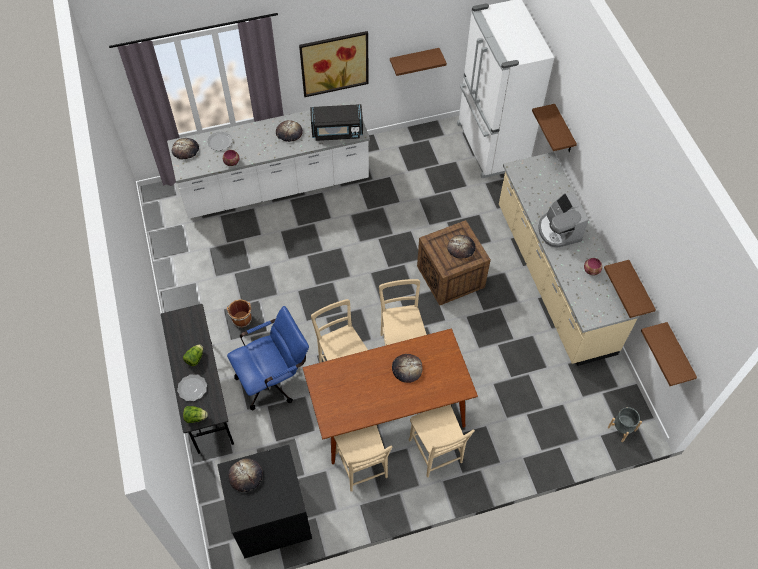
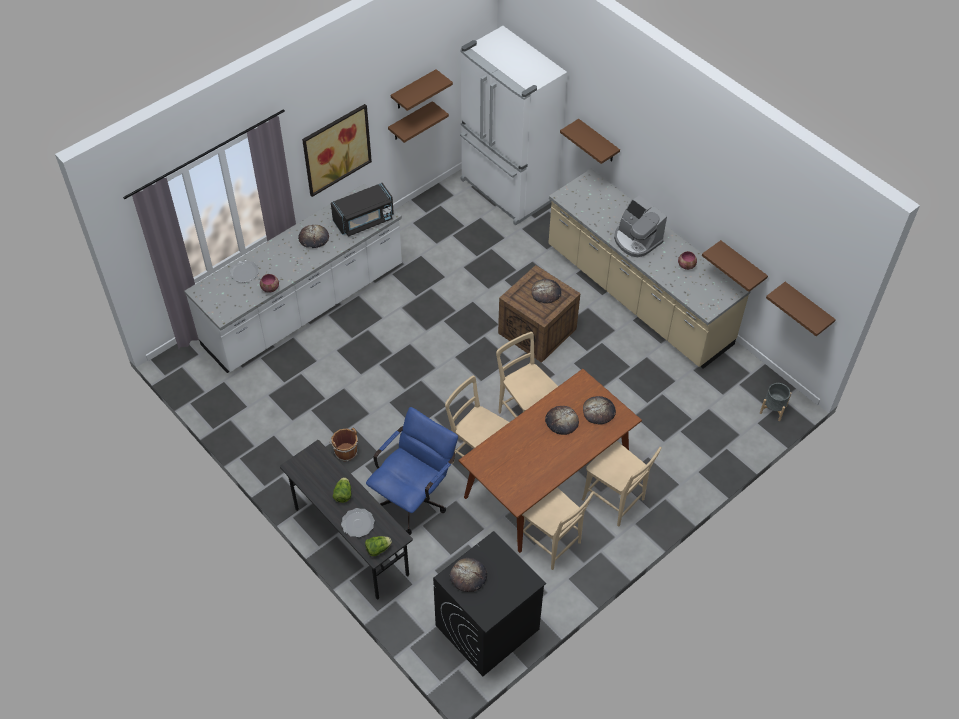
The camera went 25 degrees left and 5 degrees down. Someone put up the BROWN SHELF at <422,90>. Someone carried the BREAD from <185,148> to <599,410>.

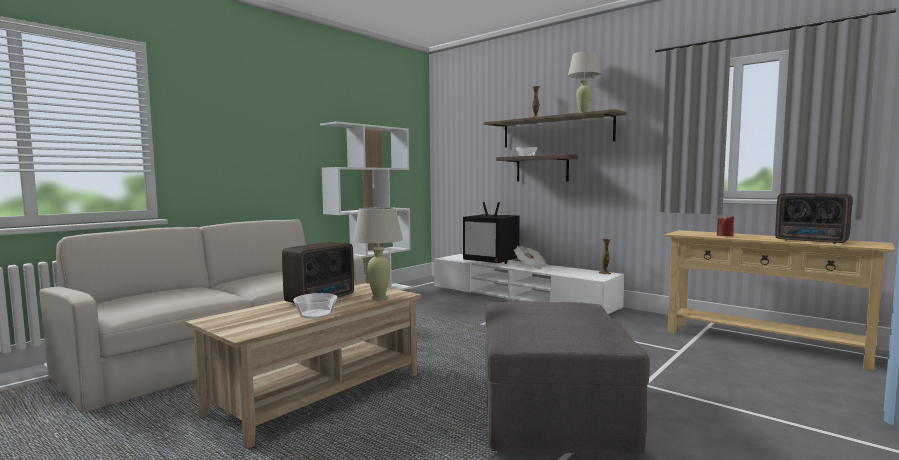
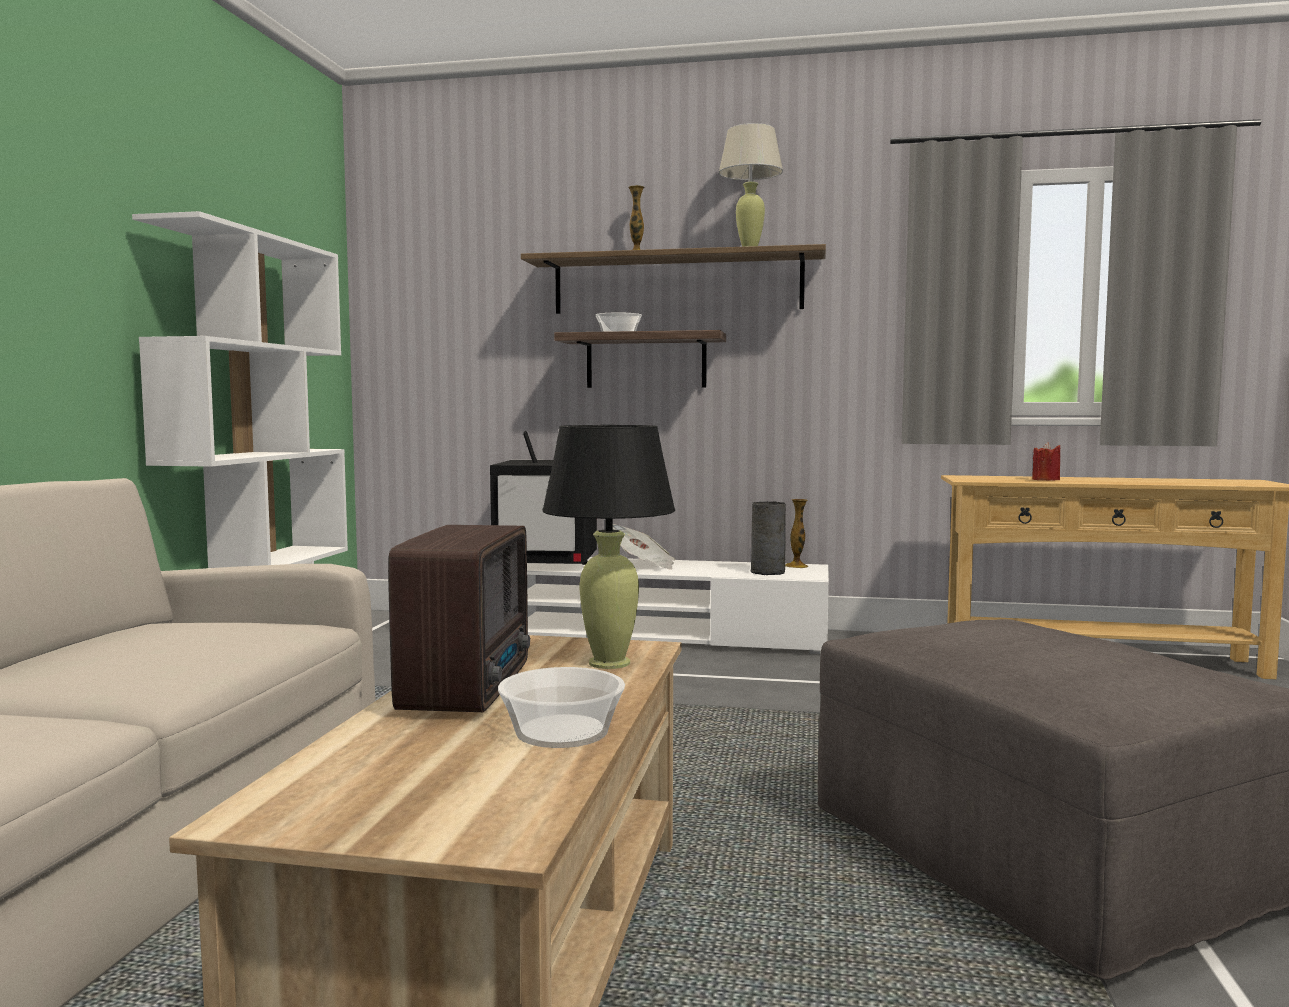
The camera went 30 degrees left and 0 degrees up. Someone repainted the BEIGE TABLE LAMP at <378,253>, which became the BLACK TABLE LAMP at <608,547>. Someone put down the GREY VASE at <768,538>. Someone took away the RADIO at <813,218>.

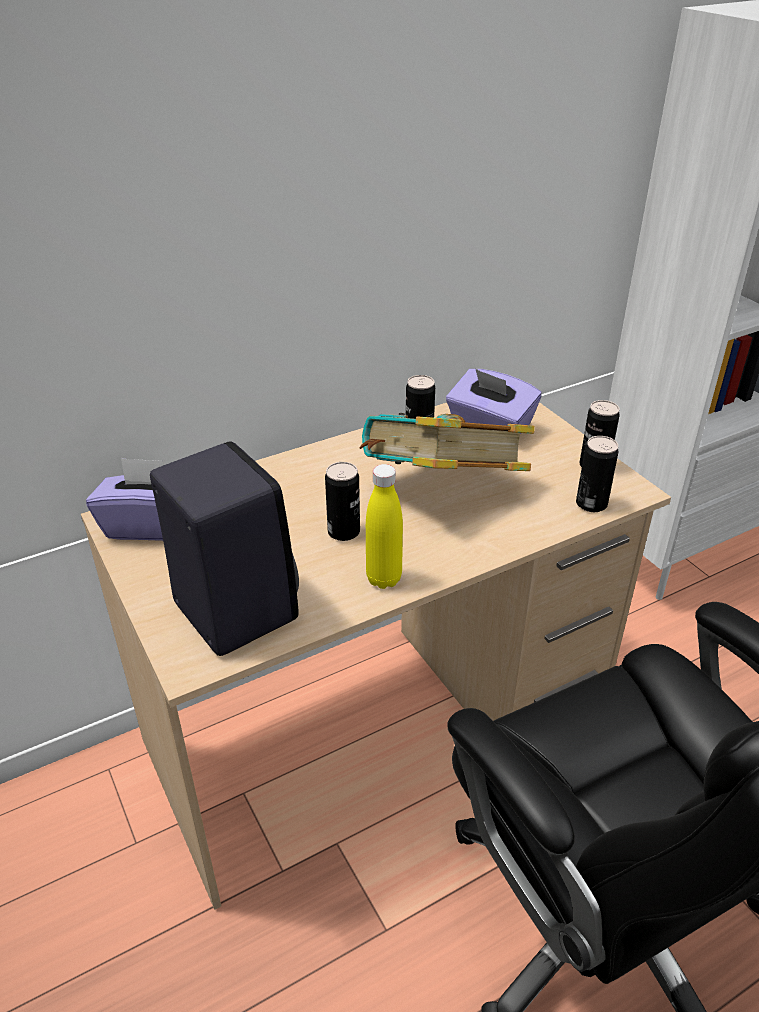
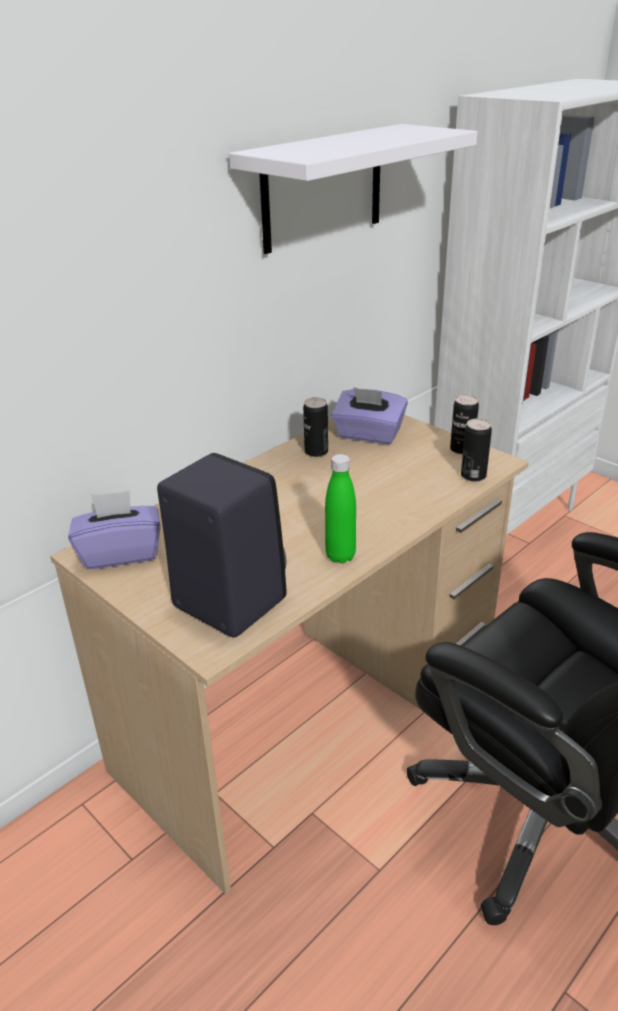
The camera went 15 degrees left and 5 degrees down. Someone put up the WHITE SHELF at <353,189>. Someone repainted the YELLOW BOTTLE at <384,526>, which became the GREEN BOTTLE at <340,508>. Someone took away the CAN at <342,501>. Someone took away the BOOK at <447,442>.

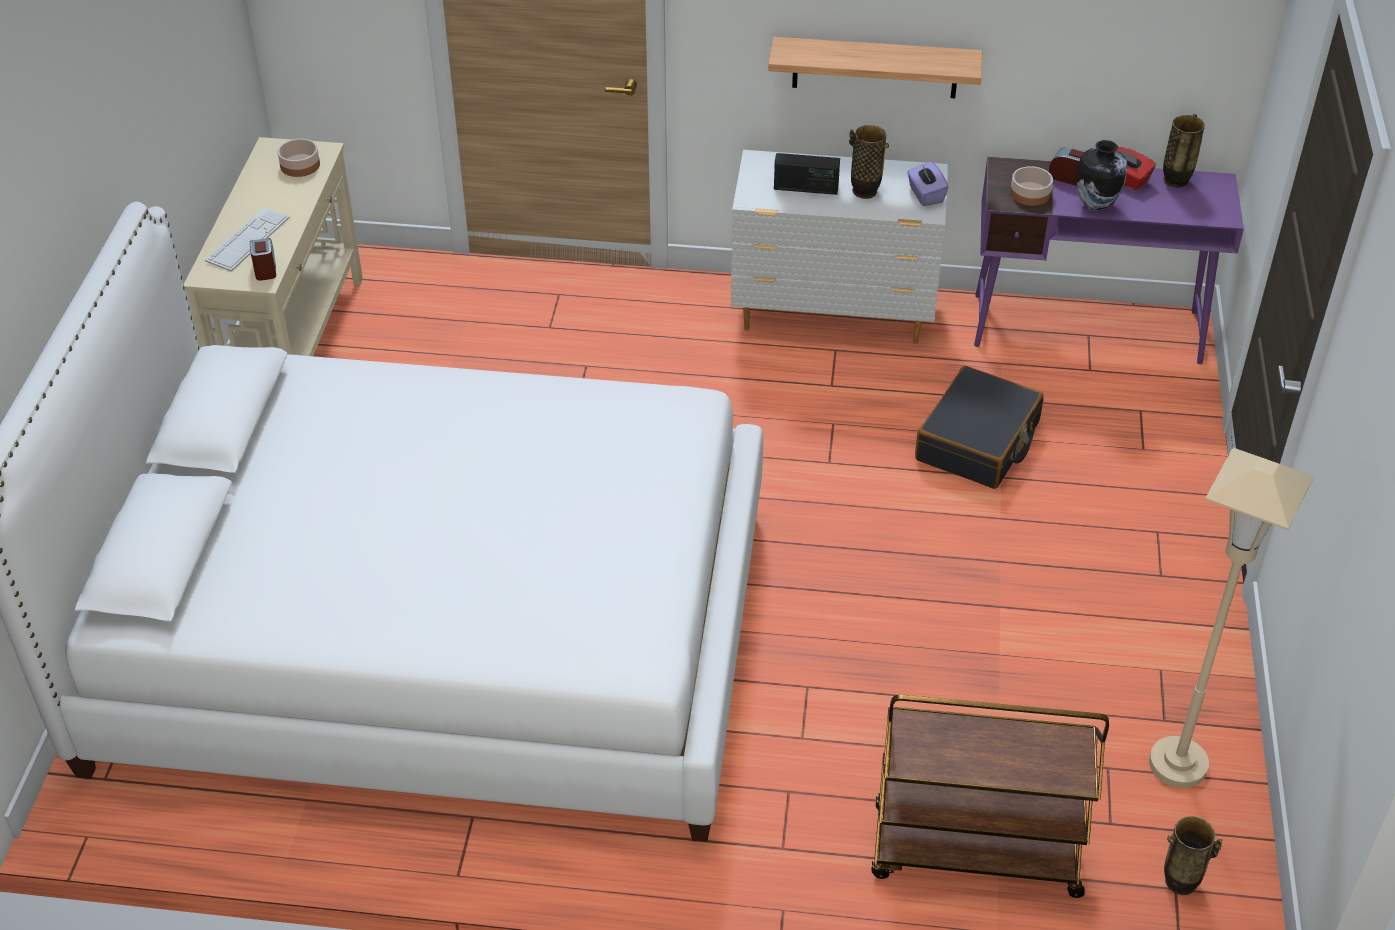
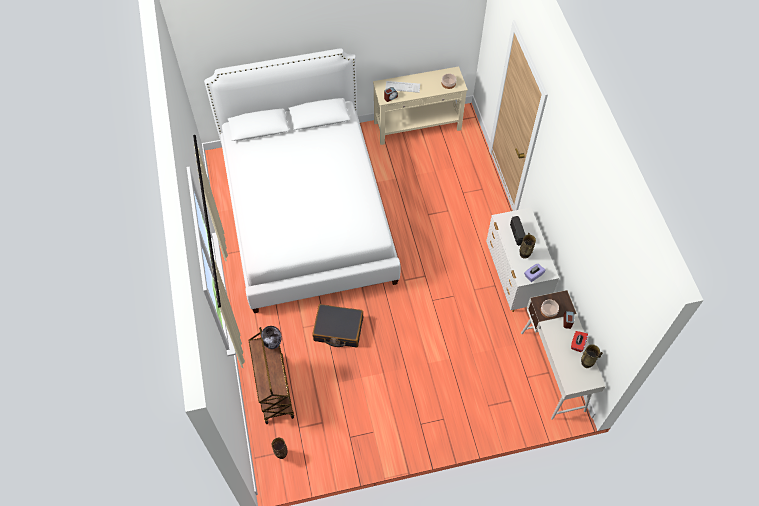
The camera went 70 degrees right and 15 degrees up. Someone carried the VASE from <1102,175> to <271,337>. Someone carried the BLACK SUITCASE from <979,427> to <337,326>. Someone repainted the PURPLE DESK at <1109,260>, which became the WHITE DESK at <563,355>. Someone took away the SHELF at <875,67>. Someone took away the BEIGE FLOOR LAMP at <1231,618>.

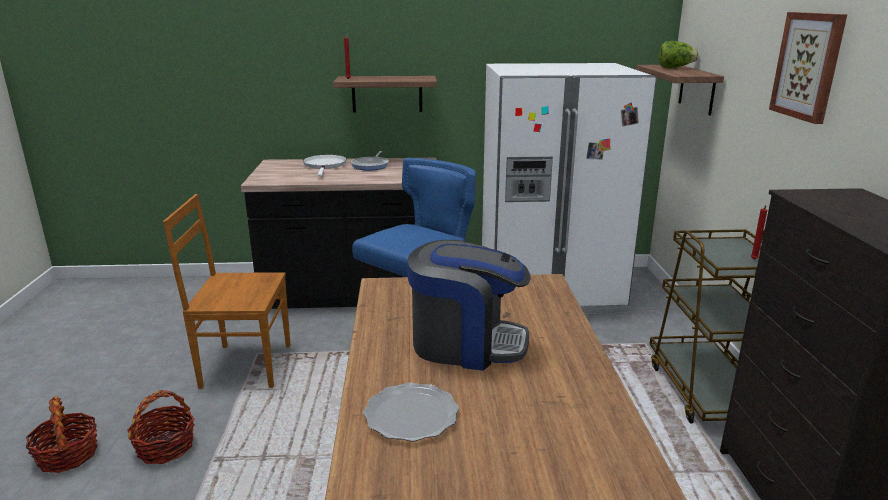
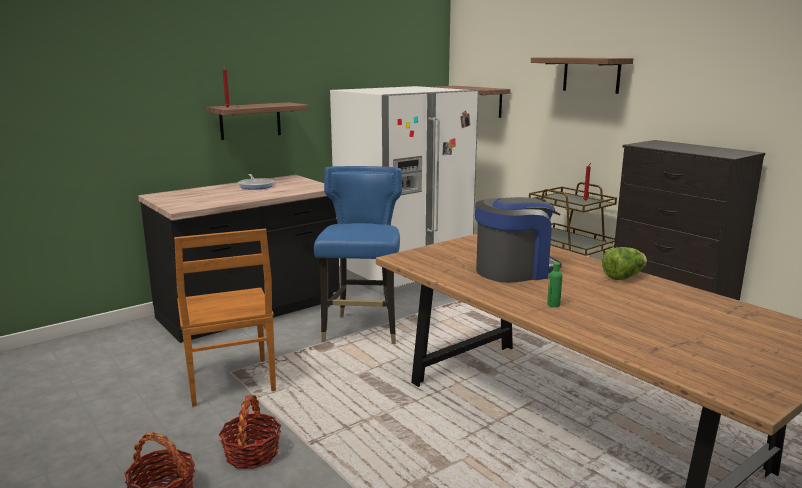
The camera went 35 degrees left and 5 degrees down. Someone rotated the BROWN CHAIR at <227,291> by 75 degrees counterclockwise. Someone swapped the PICTURE at <808,68> for the SHELF at <582,75>. Someone swapped the PLATE at <411,412> for the GREEN BOTTLE at <554,284>. Someone carried the LETTUCE from <678,54> to <624,263>. Someone took away the WHITE FRYING PAN at <325,165>.

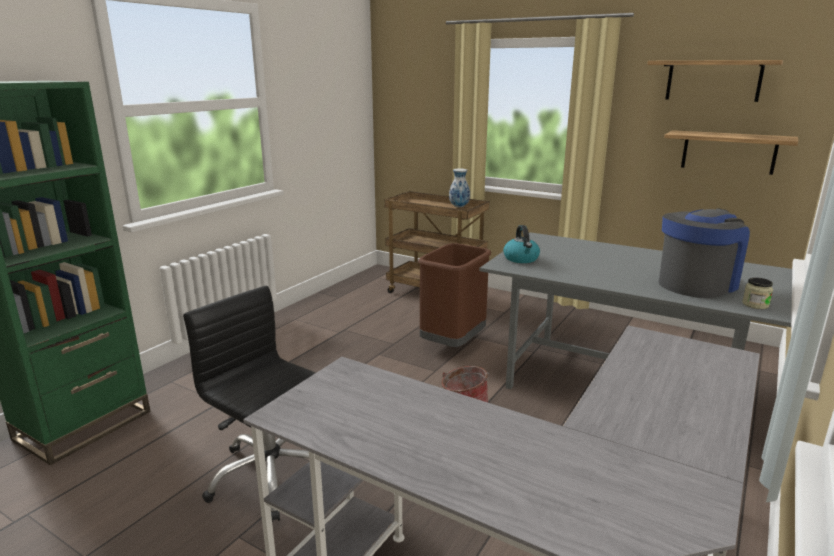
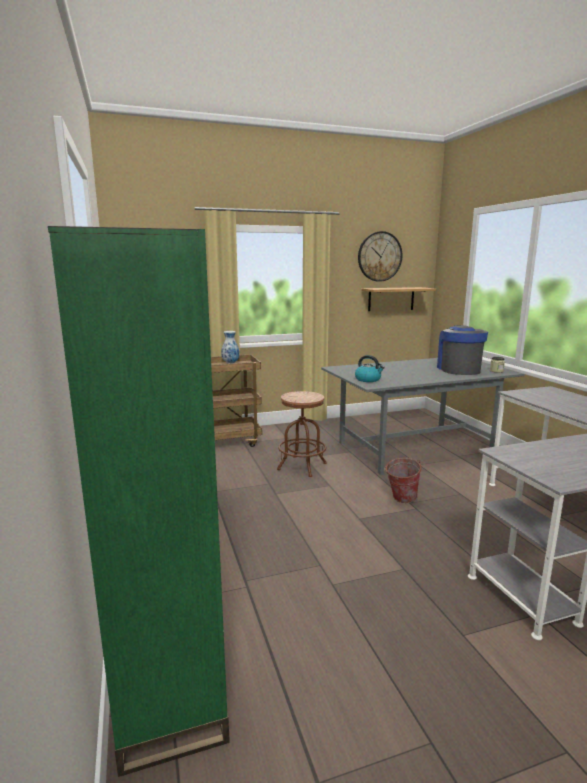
The camera went 50 degrees left and 5 degrees down. Someone swapped the BROWN TRASH CAN at <454,295> for the BROWN STOOL at <302,434>. Someone swapped the SHELF at <715,81> for the WALL CLOCK at <380,256>. Someone took away the BLACK OFFICE CHAIR at <249,403>.

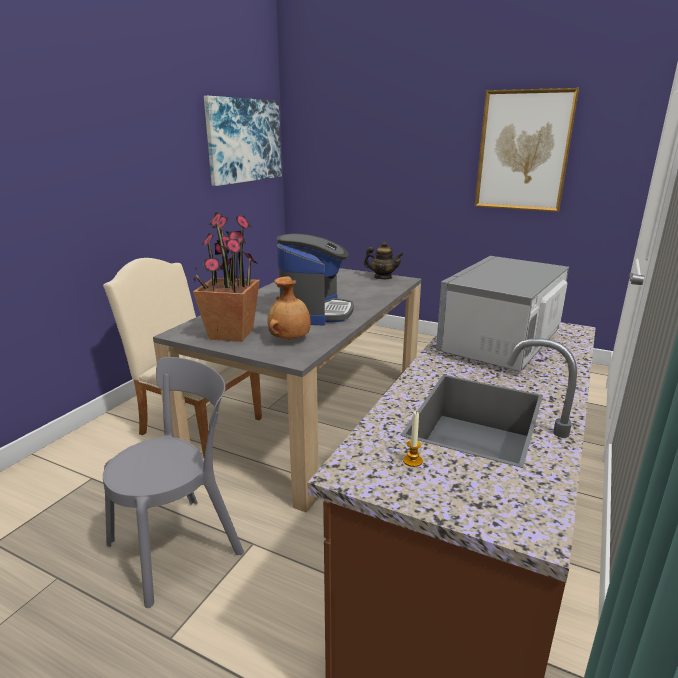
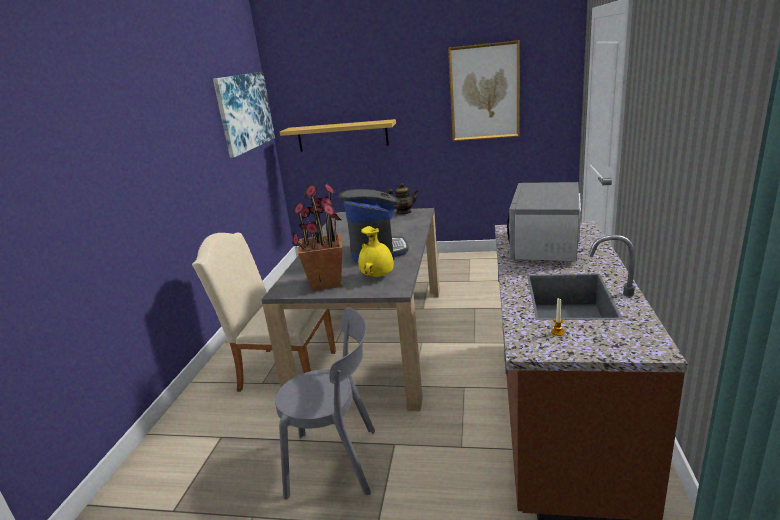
The camera went 15 degrees left and 0 degrees up. Someone rotated the GREY CHAIR at <173,482> by 60 degrees clockwise. Someone put up the SHELF at <338,135>. Someone repainted the BROWN VASE at <289,308>, which became the YELLOW VASE at <376,251>.

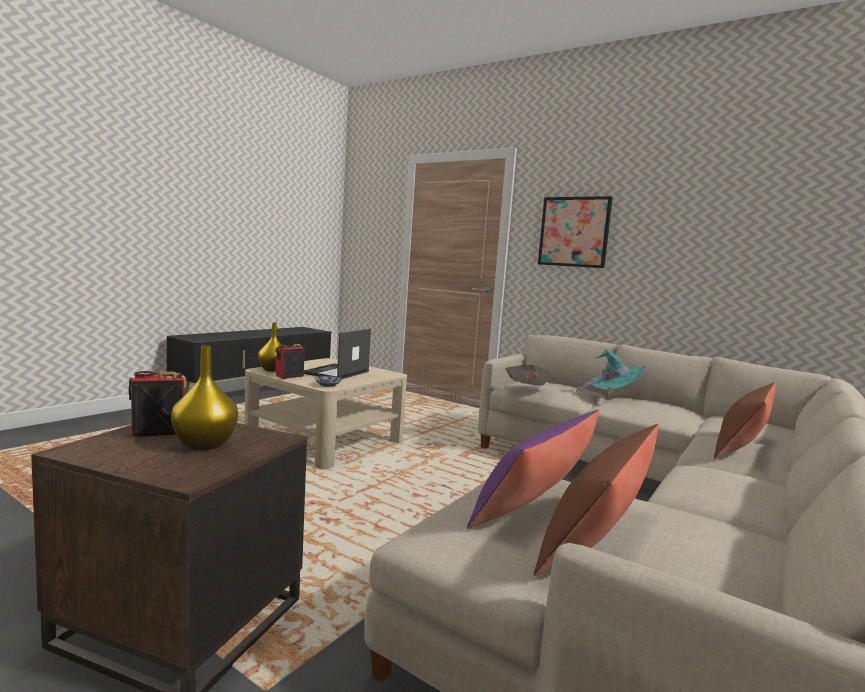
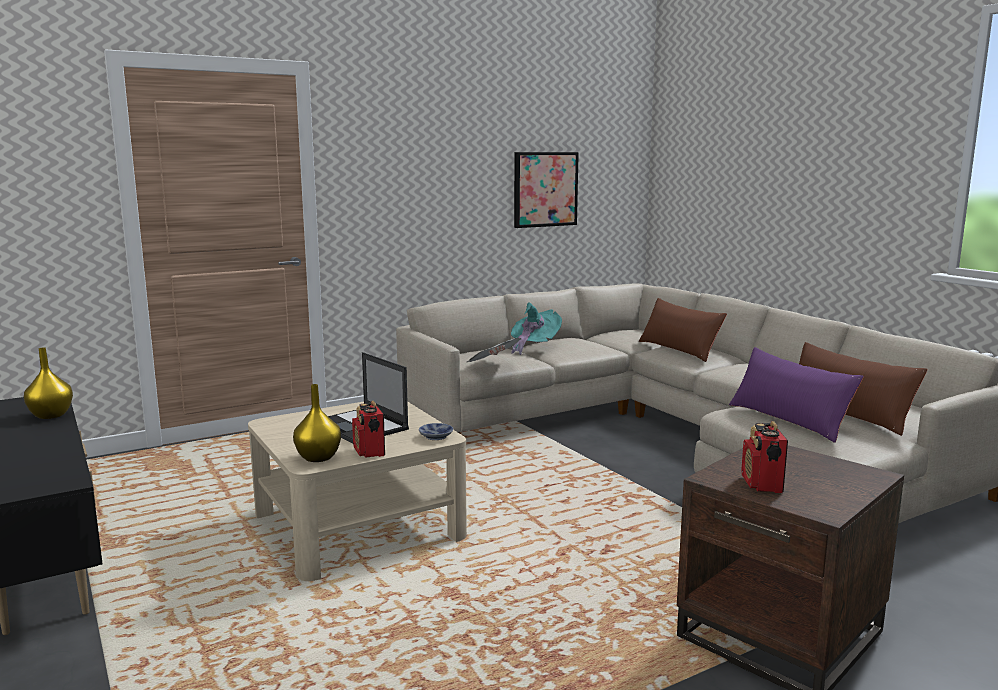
The camera went 65 degrees left and 5 degrees up. Someone carried the YELLOW VASE from <204,398> to <48,383>. Someone carried the PICTURE from <575,232> to <546,190>.

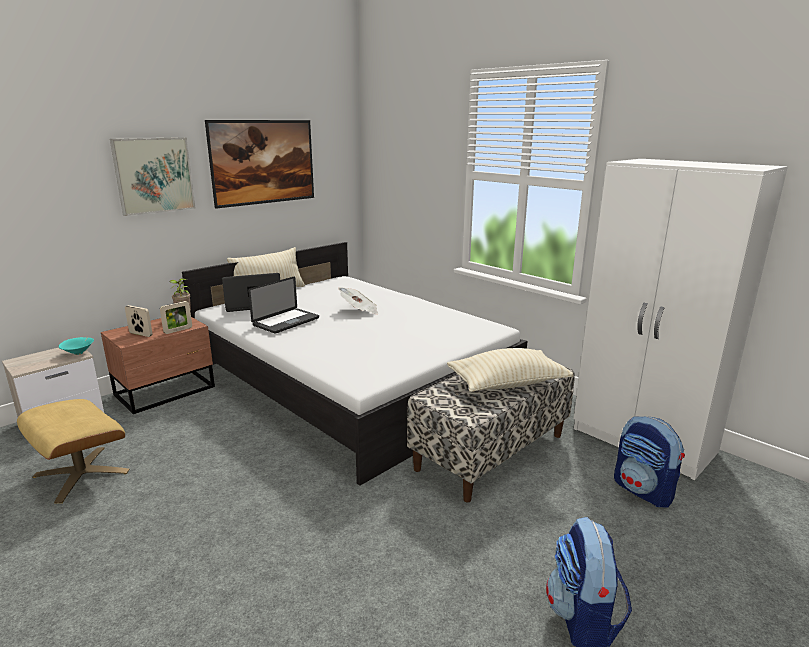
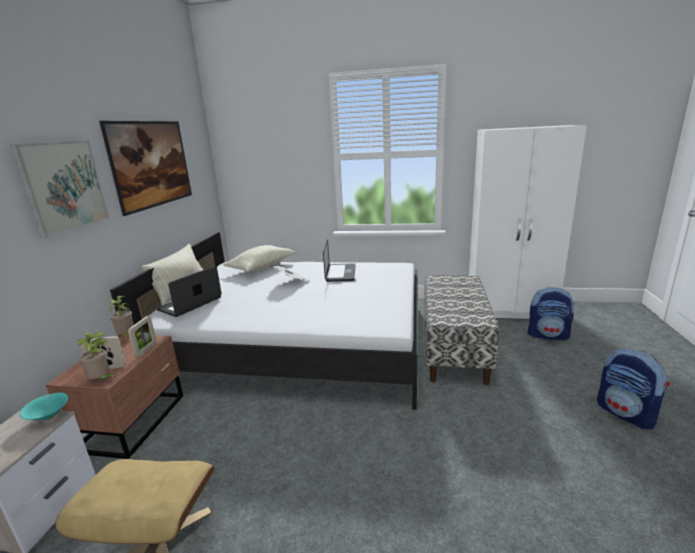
The camera went 35 degrees left and 0 degrees up. Someone put down the POTTED PLANT at <96,355>. Someone carried the BEIGE PILLOW from <510,370> to <259,258>. Someone carried the LAPTOP from <283,305> to <339,260>.

